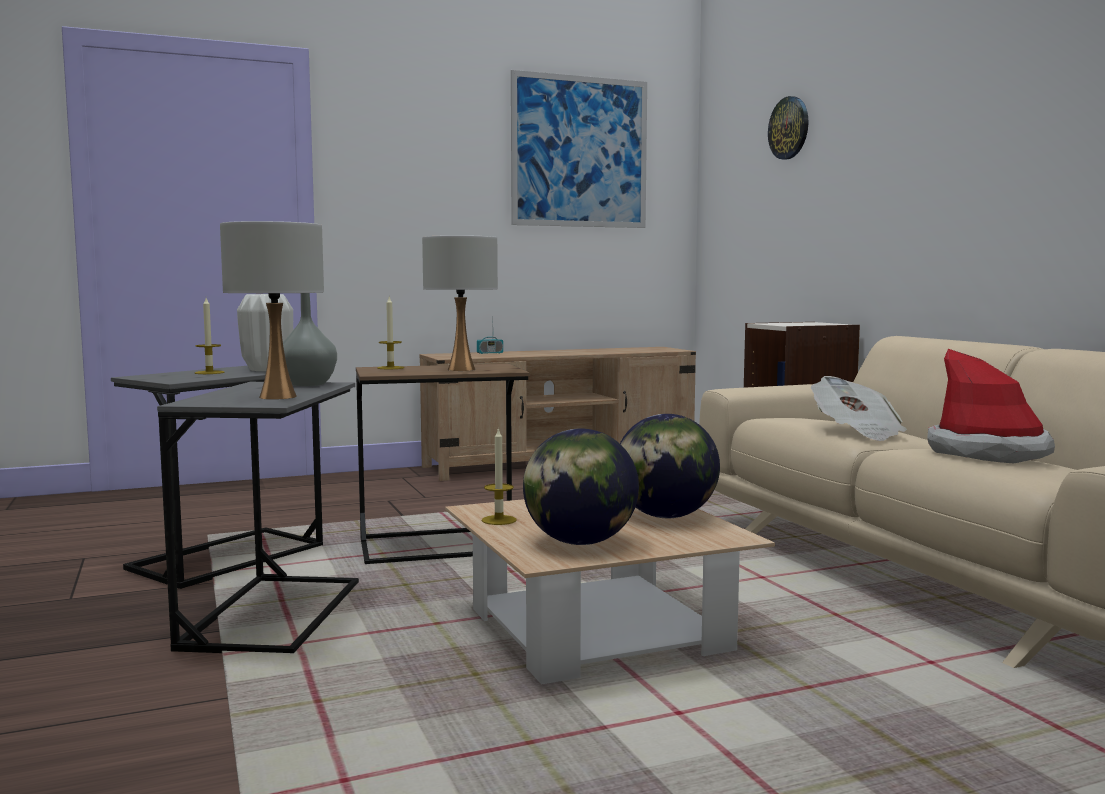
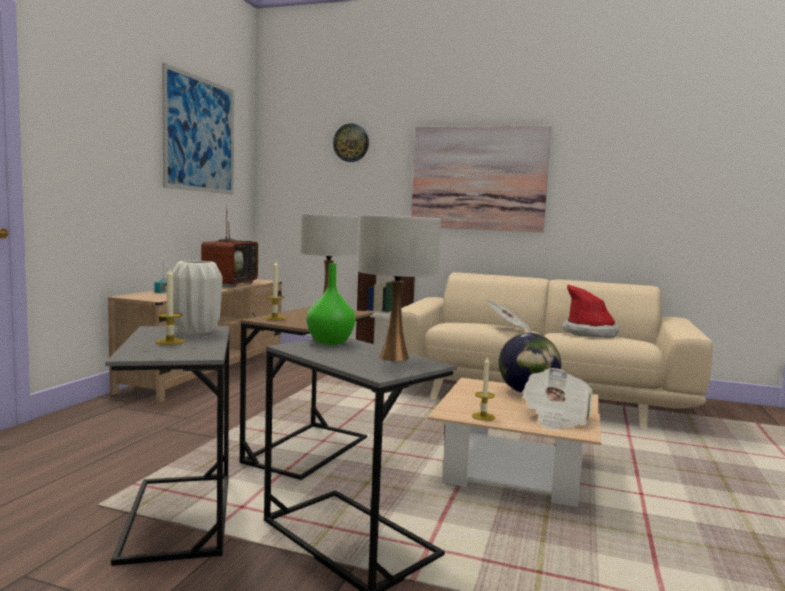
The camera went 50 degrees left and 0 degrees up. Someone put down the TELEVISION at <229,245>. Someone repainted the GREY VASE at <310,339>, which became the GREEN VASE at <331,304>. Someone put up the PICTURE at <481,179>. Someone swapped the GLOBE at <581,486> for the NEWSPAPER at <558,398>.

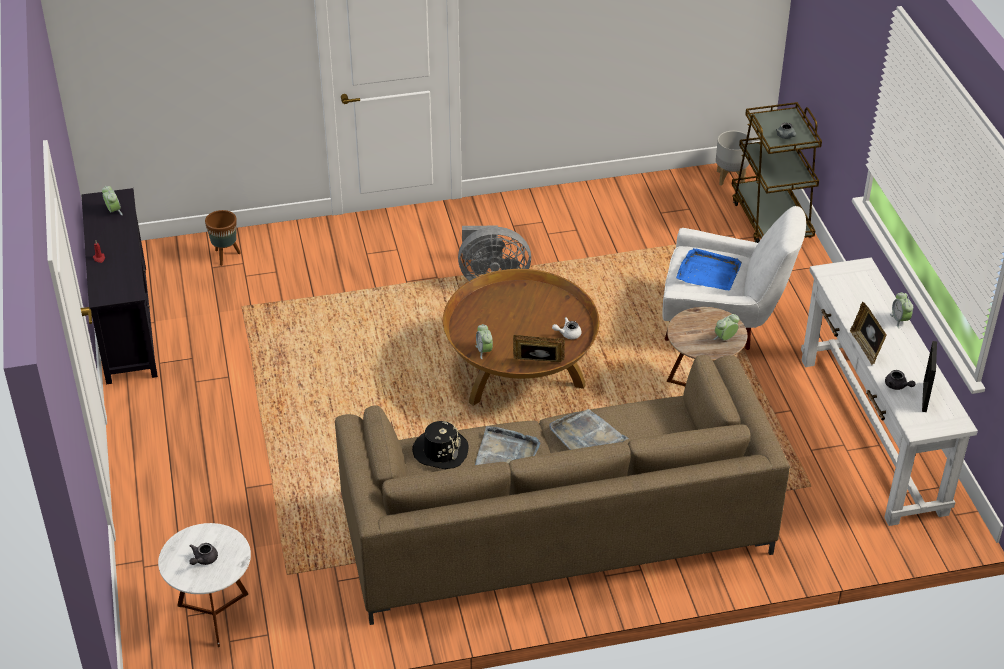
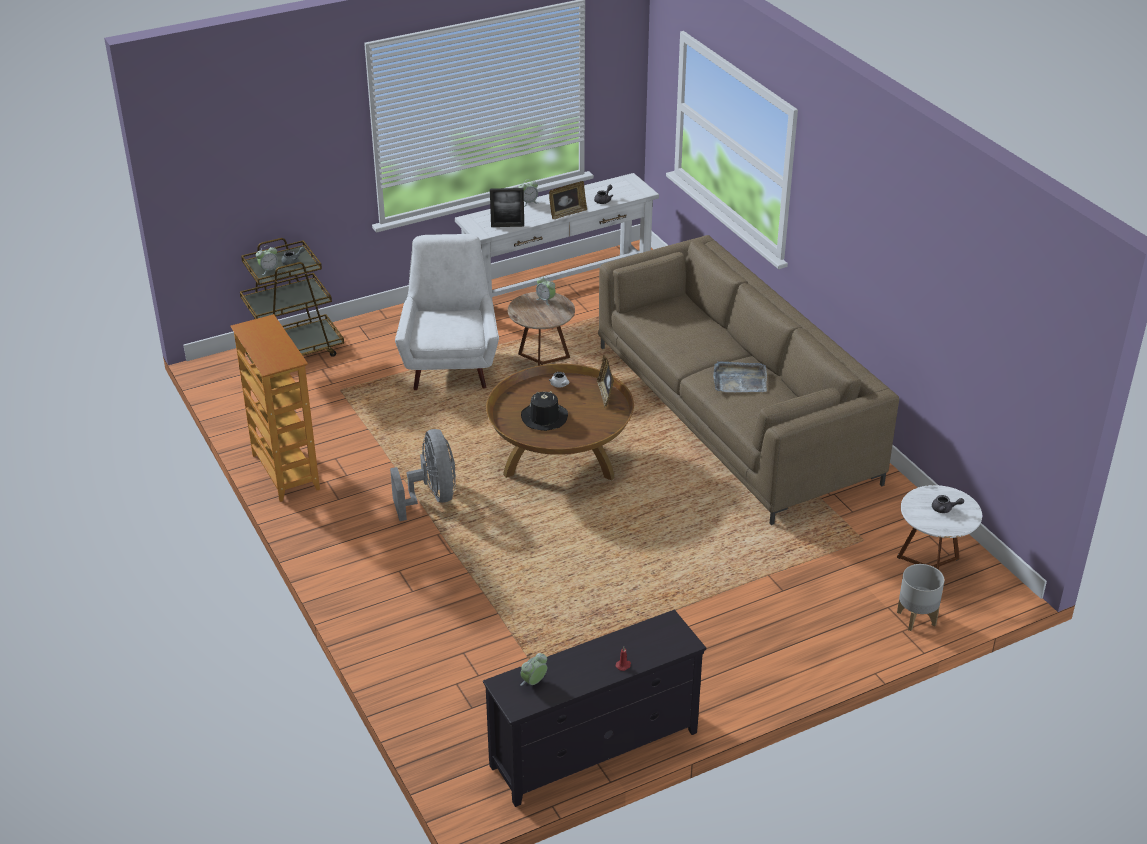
The camera went 105 degrees left and 5 degrees down. Someone put down the BOOKCASE at <275,408>. Someone carried the ALARM CLOCK from <484,341> to <267,260>. Someone carried the PICTURE FRAME from <929,376> to <507,207>. Someone carried the BLACK HAT from <440,445> to <544,411>. Someone carried the GREY PLANTER from <734,158> to <921,597>. Someone took away the BROWN PLANTER at <223,238>. Someone took away the GREY TRAY at <589,429>. Someone took away the BLUE TRAY at <709,269>.

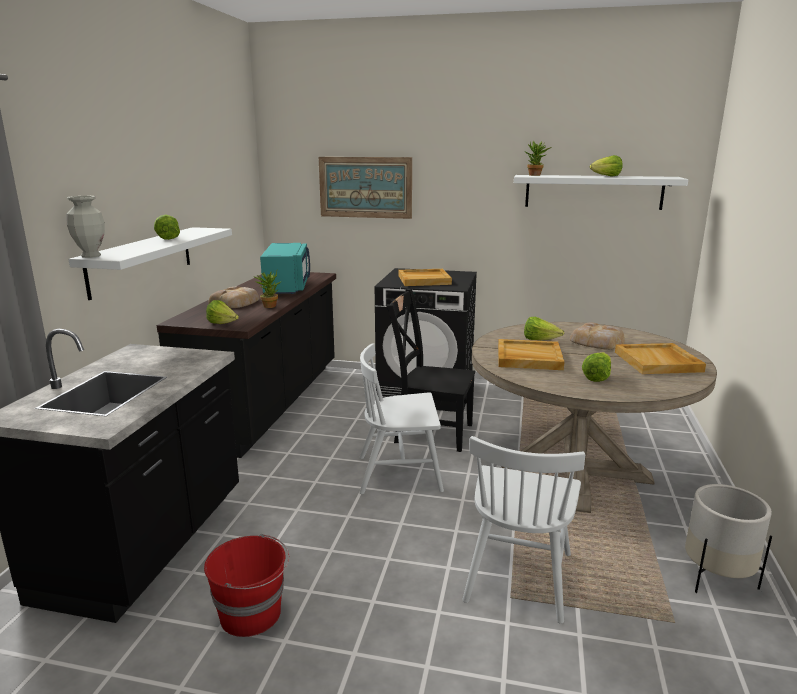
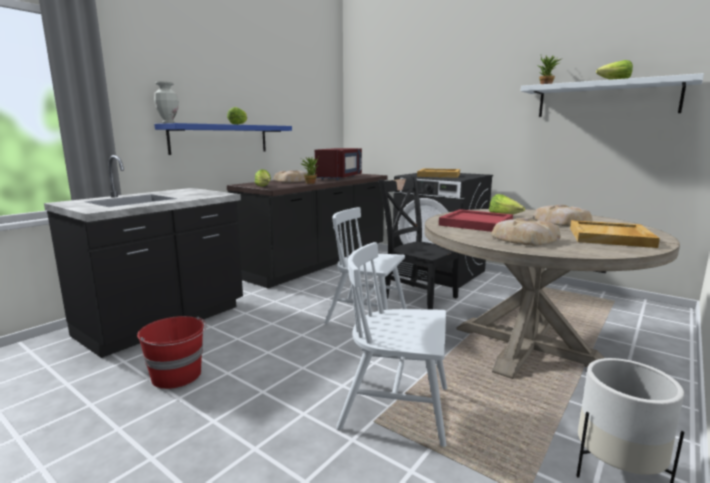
The camera went 25 degrees right and 5 degrees down. Someone repainted the WHITE SHELF at <150,263>, which became the BLUE SHELF at <223,139>. Someone repainted the TURQUOISE MICROWAVE at <285,268>, which became the RED MICROWAVE at <338,164>. Someone rotated the WHITE CHAIR at <523,530> by 60 degrees clockwise. Someone repainted the BEIGE TRAY at <531,354>, which became the RED TRAY at <476,220>. Someone swapped the LETTUCE at <596,367> for the BREAD at <526,232>. Someone took away the PICTURE at <365,188>.

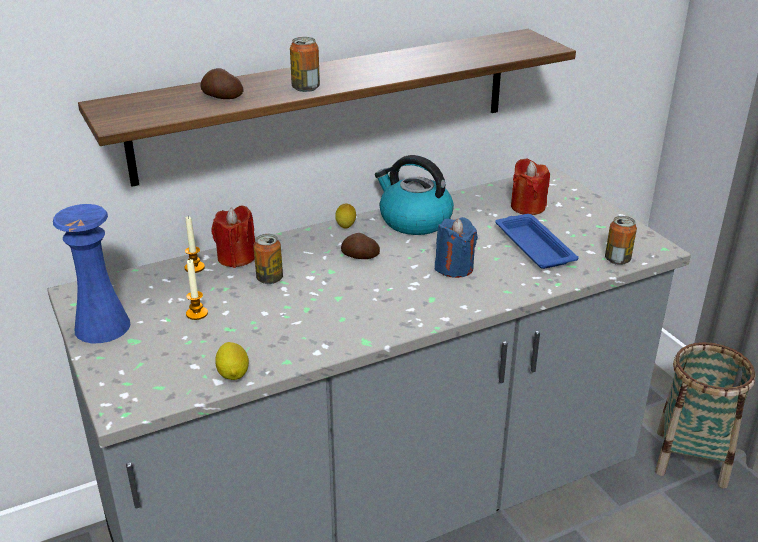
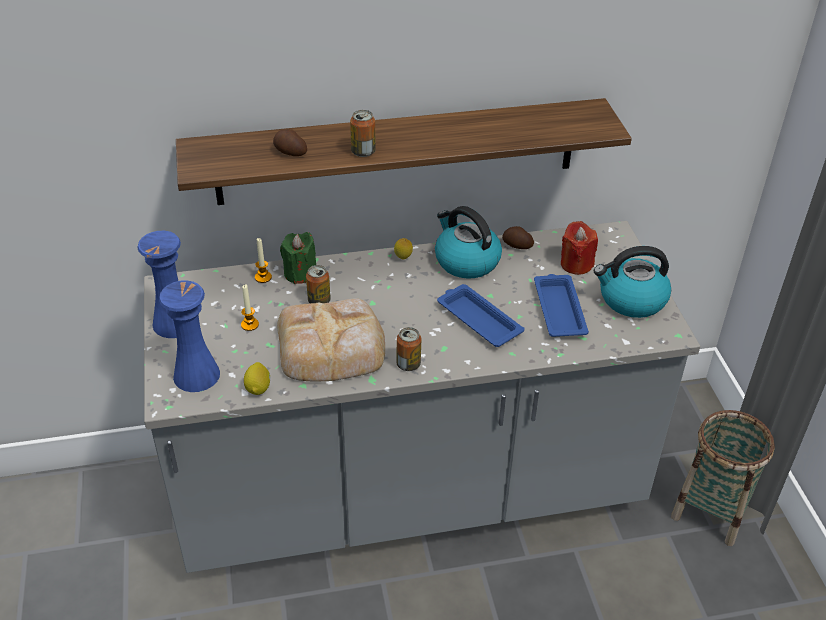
The camera went 15 degrees right and 10 degrees up. Someone put down the BLUE VASE at <189,336>. Someone put down the BREAD at <331,339>. Someone repainted the RED CANDLE at <233,237>, which became the GREEN CANDLE at <298,258>. Someone carried the CAN from <621,240> to <408,349>. Someone swapped the BLUE CANDLE at <456,247> for the BLUE TRAY at <481,315>. Someone carried the POTATO from <360,246> to <518,237>. Someone put down the KETTLE at <632,282>.

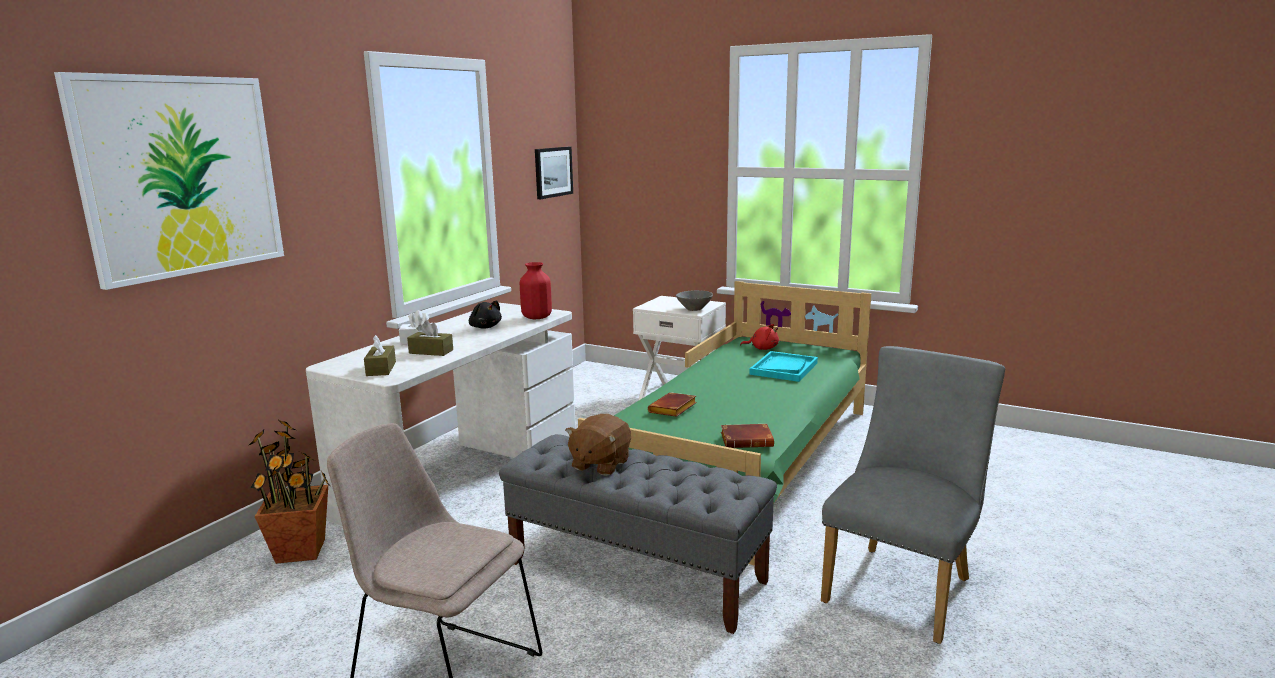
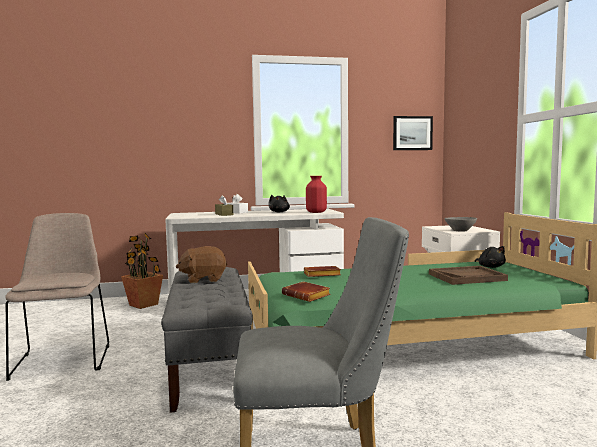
The camera went 50 degrees right and 10 degrees down. Someone repainted the TURQUOISE TRAY at <783,366>, which became the BROWN TRAY at <468,275>. Someone repainted the RED PLUSH TOY at <759,337>, which became the BLACK PLUSH TOY at <490,257>. Someone took away the PICTURE at <169,181>. Someone took away the BROWN TISSUE BOX at <380,355>.

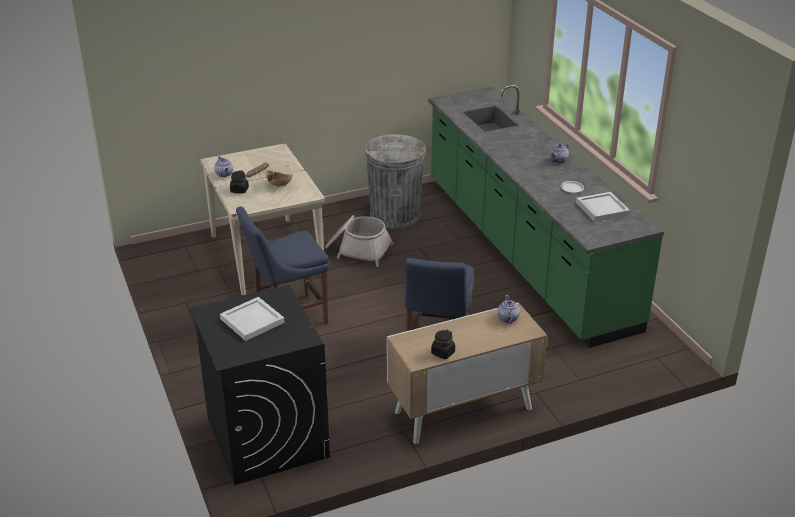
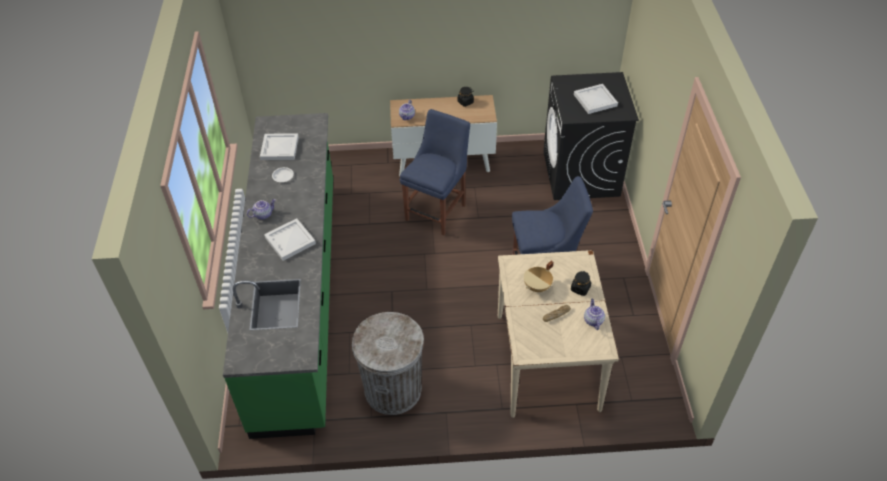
The camera went 160 degrees left and 15 degrees up. Someone put down the WHITE TRAY at <290,239>. Someone took away the BASKET at <359,241>.

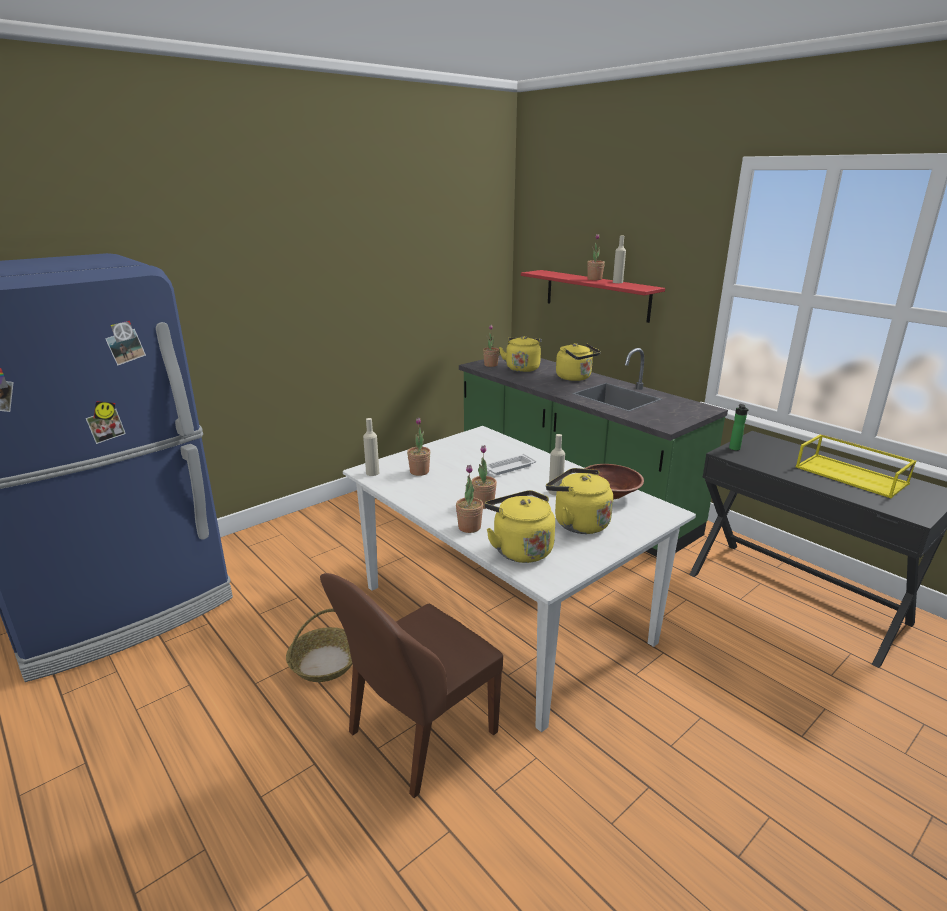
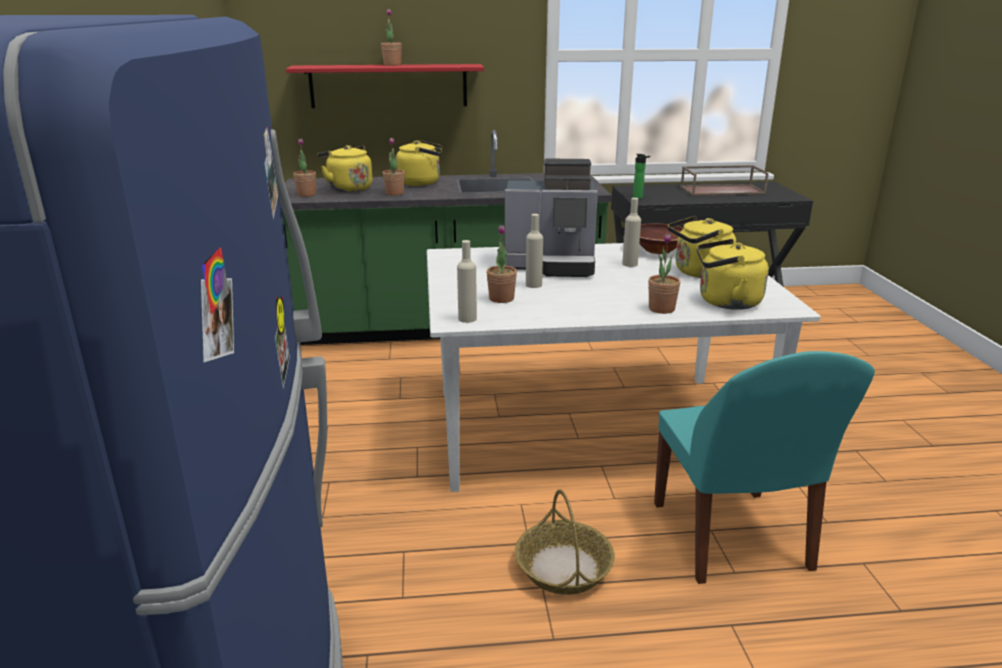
The camera went 55 degrees left and 0 degrees up. Someone carried the POTTED PLANT from <484,477> to <393,167>. Someone swapped the WHITE TRAY at <511,464> for the COFFEE MACHINE at <551,218>. Someone carried the BEIGE BOTTLE from <619,259> to <534,251>. Someone repainted the BROWN CHAIR at <411,685>, which became the TURQUOISE CHAIR at <764,467>. Someone repainted the YELLOW TRAY at <856,466>, which became the BROWN TRAY at <724,180>.

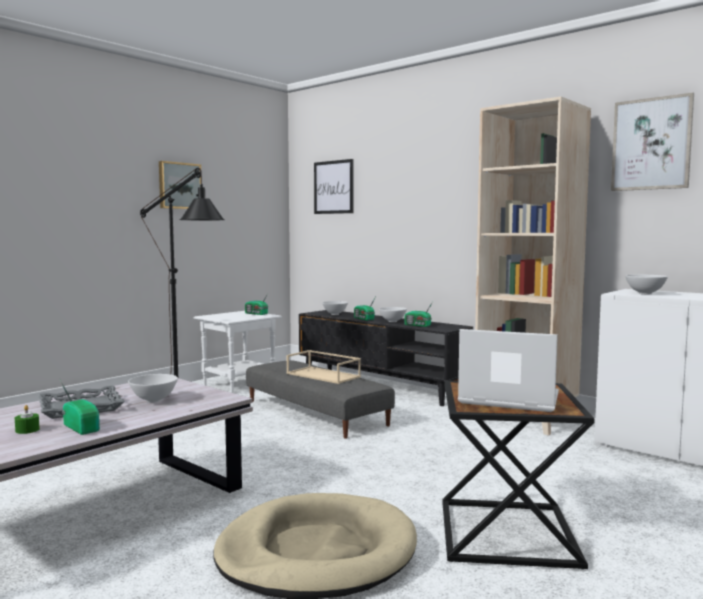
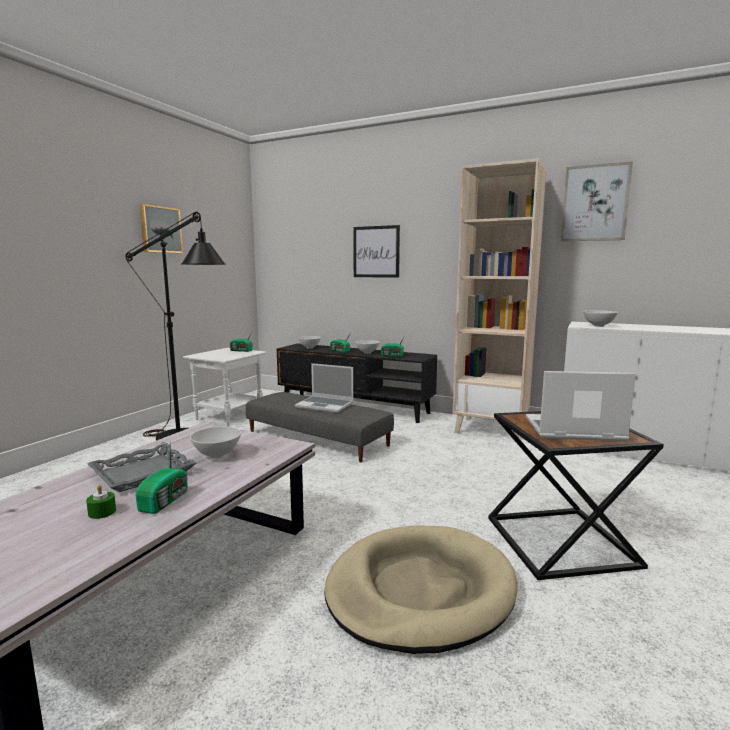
The camera went 15 degrees left and 5 degrees up. Someone rotated the RADIO at <80,407> by 75 degrees clockwise. Someone swapped the BEIGE TRAY at <324,367> for the LAPTOP at <324,388>. Someone carried the PICTURE from <334,186> to <376,251>.

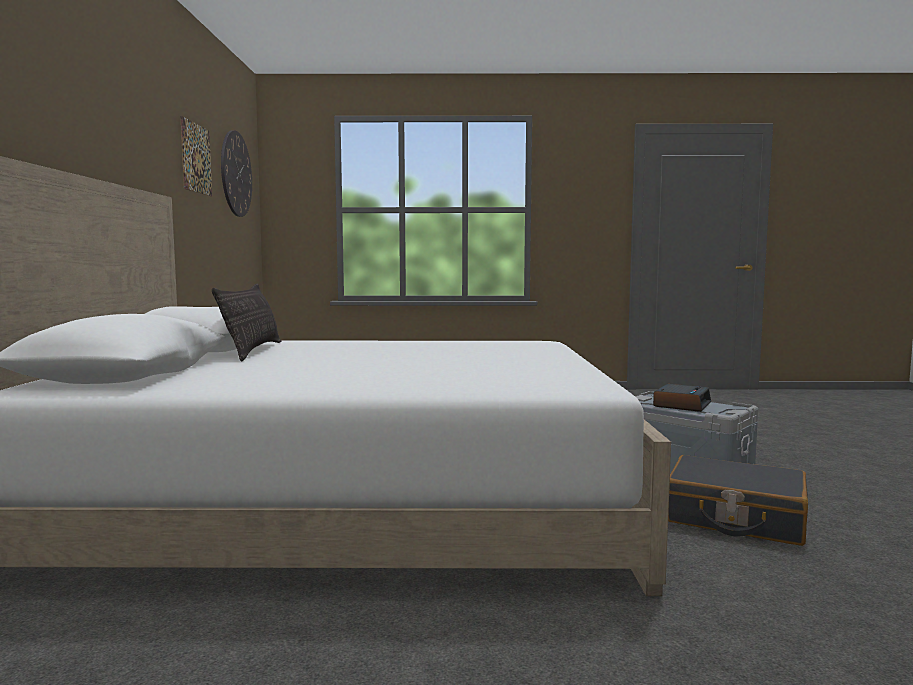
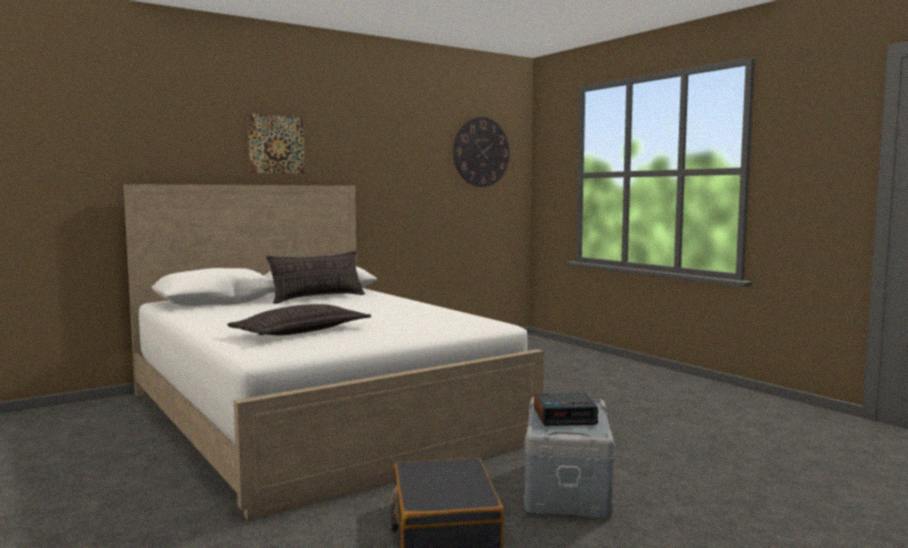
The camera went 55 degrees right and 0 degrees up. Someone put down the PILLOW at <299,319>. Someone carried the PICTURE from <196,156> to <276,144>.

